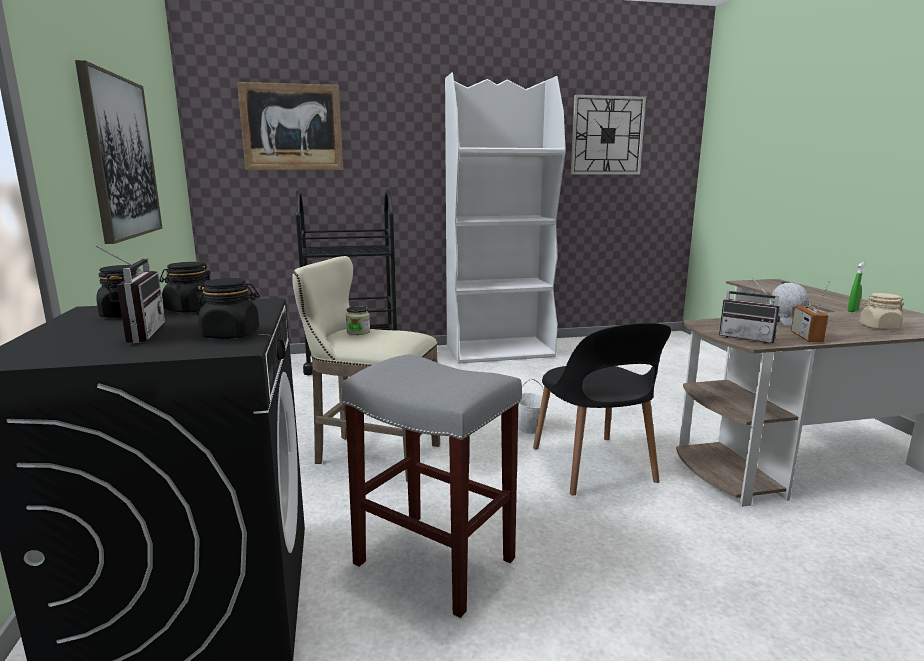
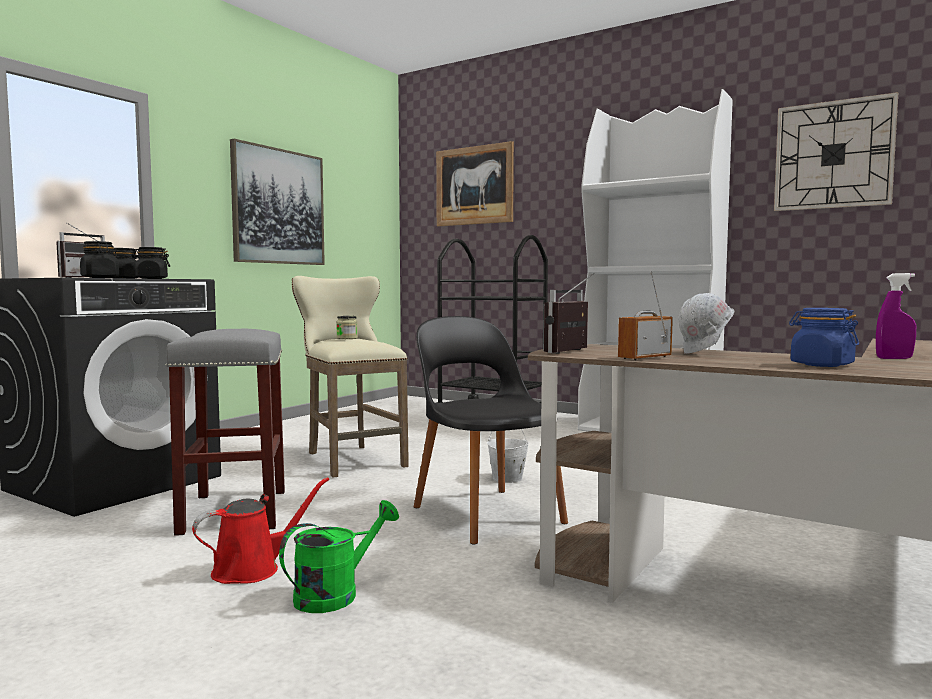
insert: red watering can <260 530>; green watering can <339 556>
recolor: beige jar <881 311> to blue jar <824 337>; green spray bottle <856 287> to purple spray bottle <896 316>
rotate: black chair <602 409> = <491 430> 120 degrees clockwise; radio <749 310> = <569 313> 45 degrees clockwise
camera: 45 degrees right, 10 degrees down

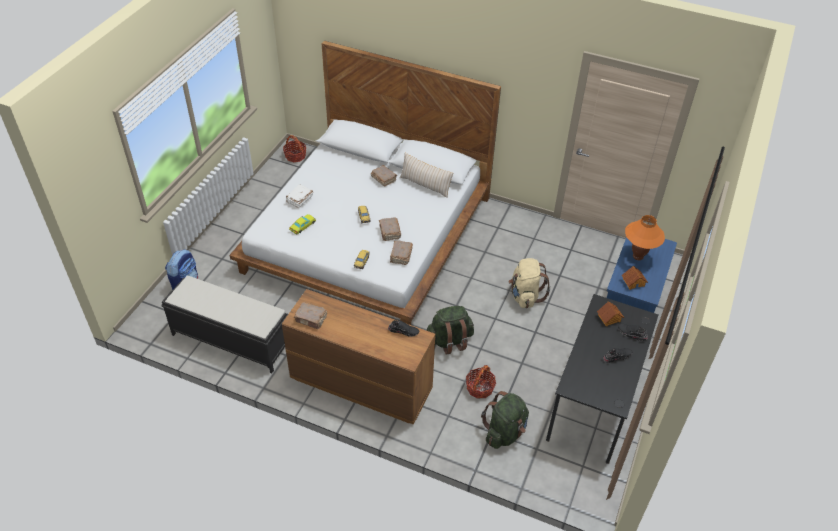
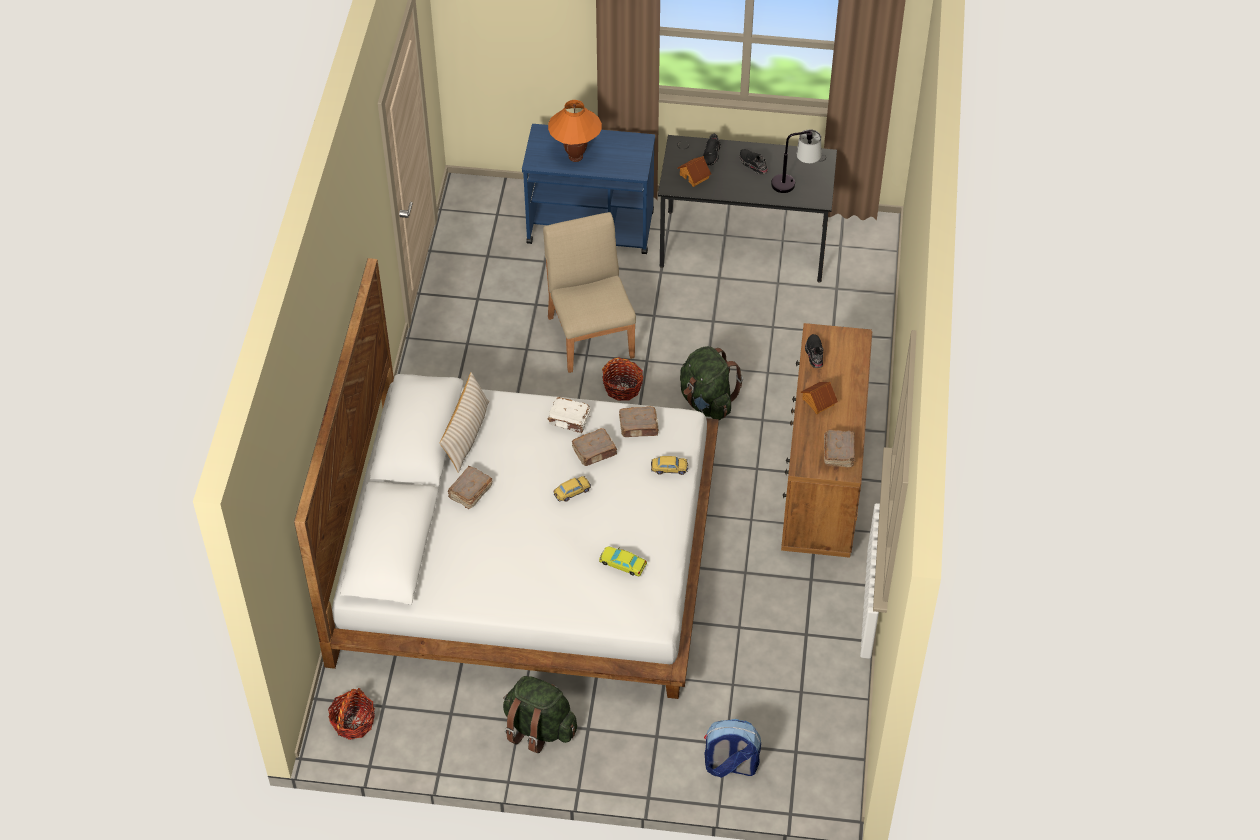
delete: black bench <224 324>
insert: table lamp <796 161>
move: green backpack <505 420> to <540 714>; white book <299 196> to <569 415>; basket <481 382> to <622 379>; toy house <635 278> to <819 398>
replace: beige backpack <529 283> to beige chair <589 292>
camera: 105 degrees left, 5 degrees up

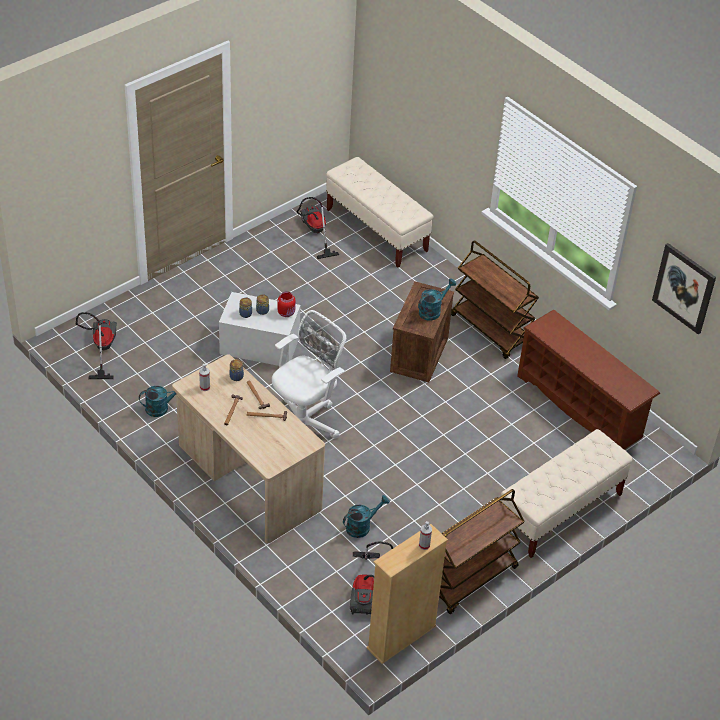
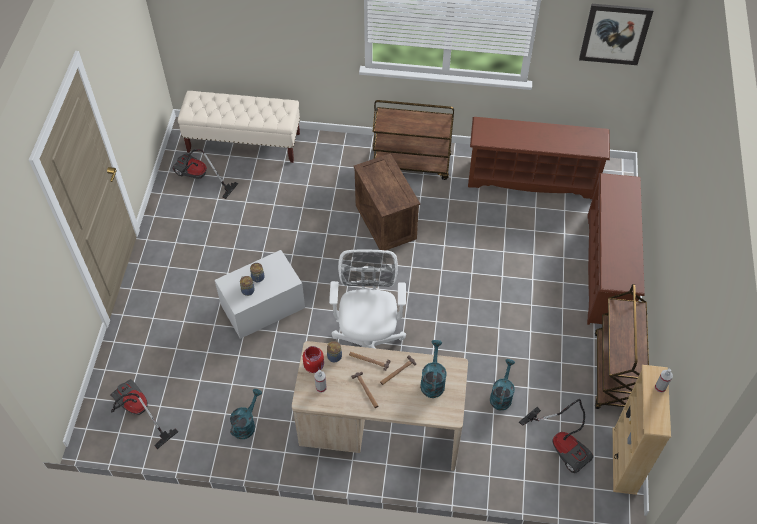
move: red jar <287 304> to <313 359>; turquoise watering can <437 299> to <433 369>
replace: beige bench <566 493> to brown shoe rack <616 249>
camera: 40 degrees left, 10 degrees up

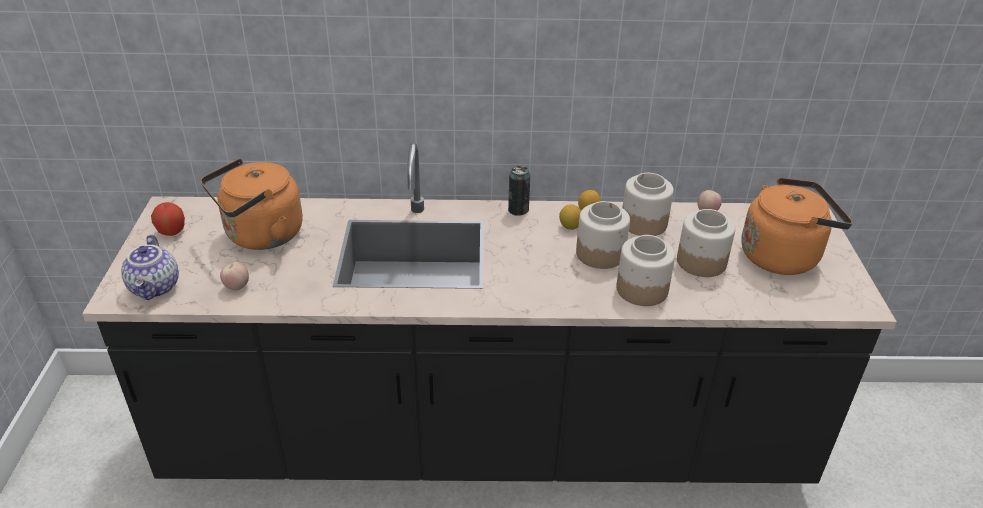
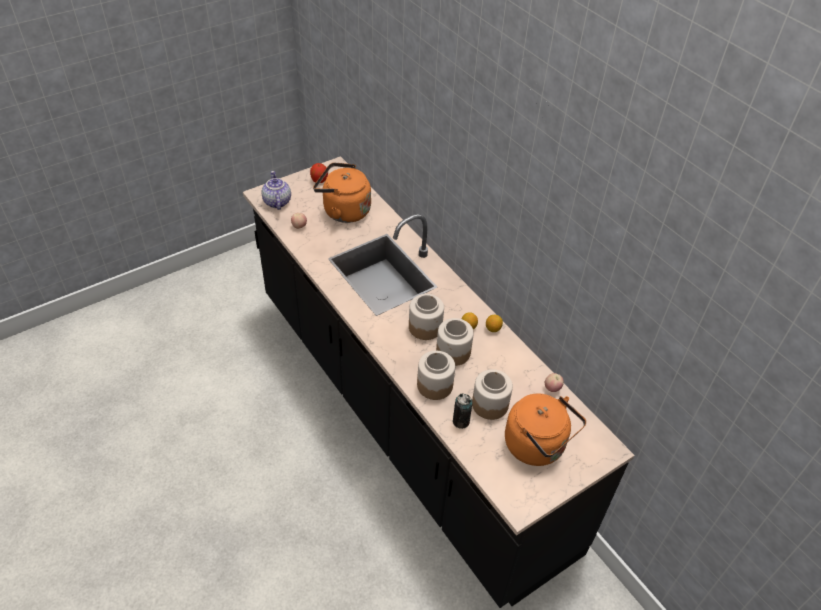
move: jar <648 204> to <426 317>; can <519 191> to <463 411>
rotate: teapot <150 267> = <276 190> 120 degrees clockwise
camera: 55 degrees right, 10 degrees up

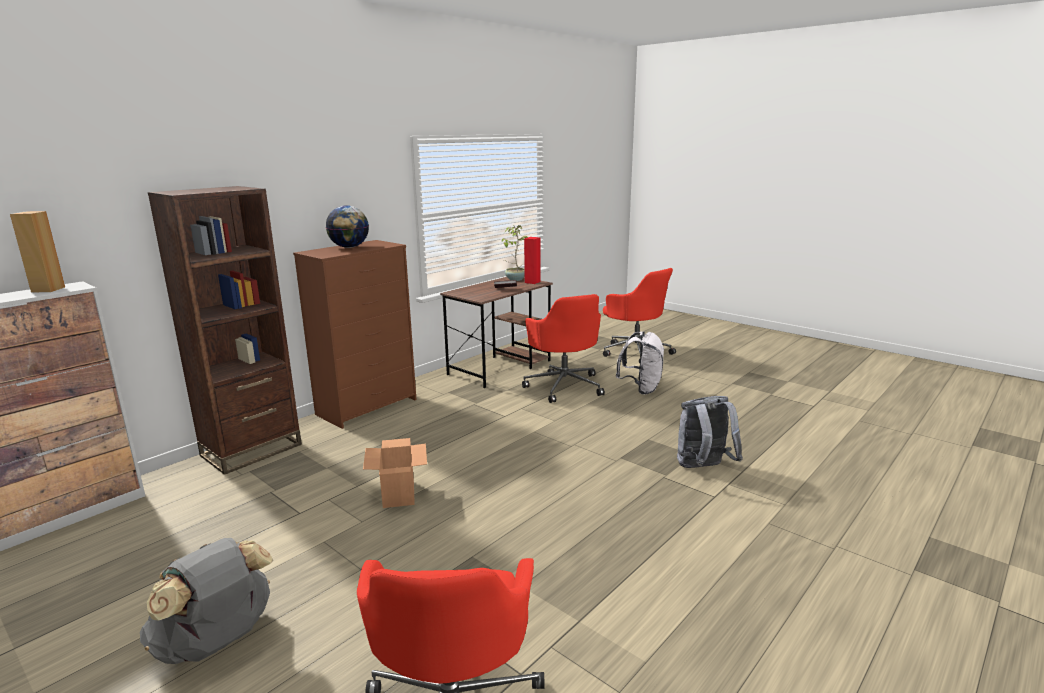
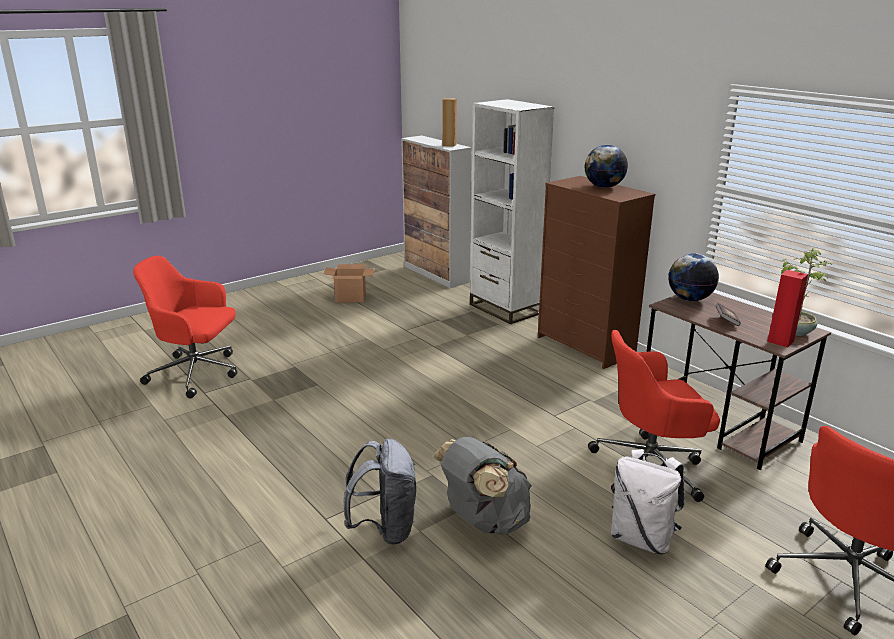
insert: globe <693 277>
move: cardboard box <395 473> to <349 283>; grey backpack <206 601> to <481 486>
recolor: brown bookcase <225 330> to white bookcase <512 211>
camera: 100 degrees right, 5 degrees up

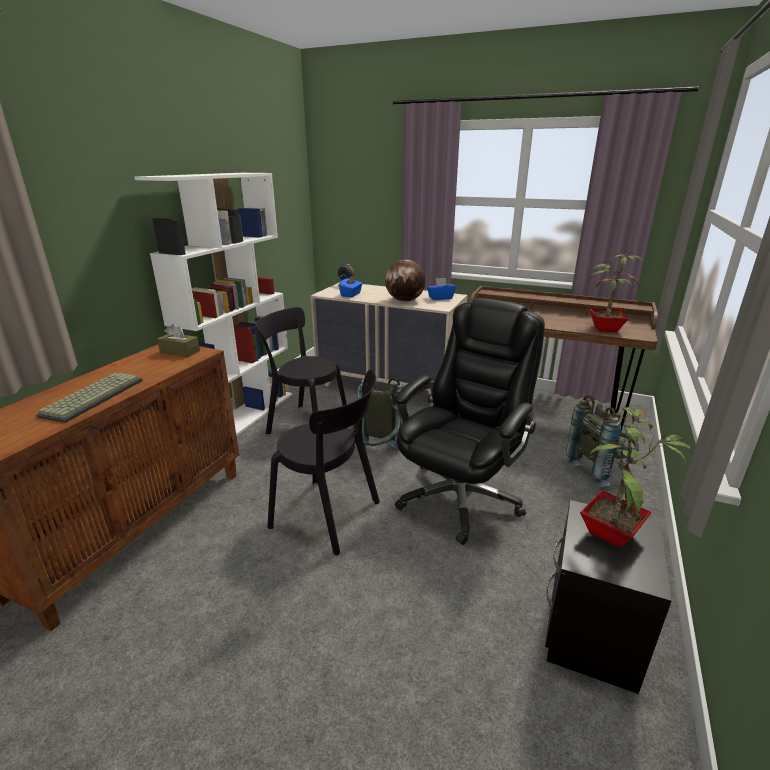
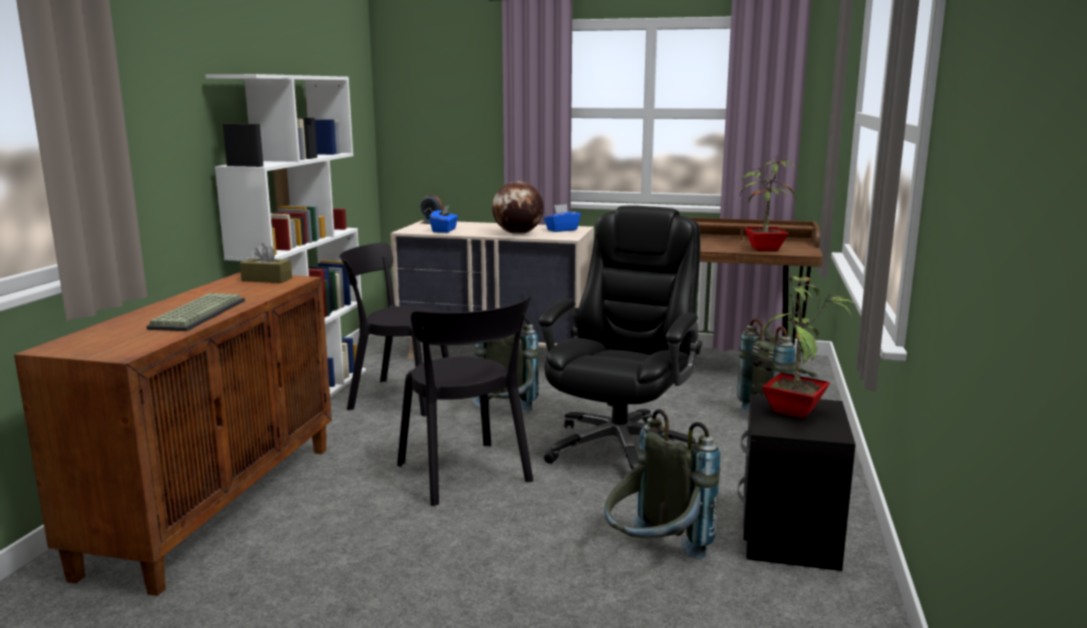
insert: grey backpack <662 484>
rotate: black chair <323 462> = <465 401> 45 degrees clockwise
camera: 10 degrees left, 10 degrees down

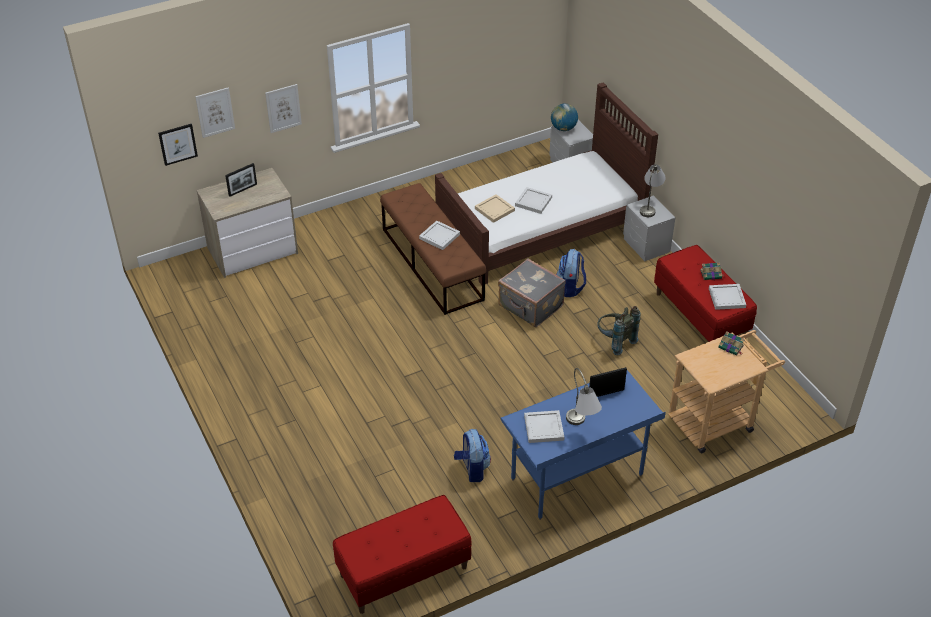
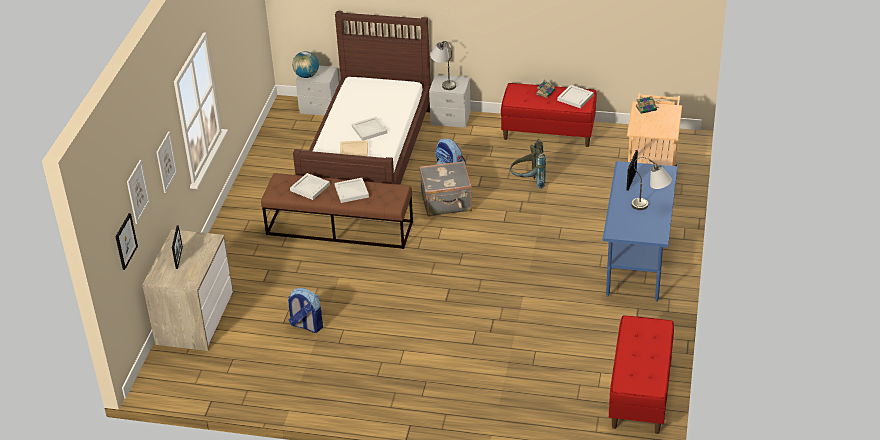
move: backpack <472 455> to <305 310>; white tray <544 426> to <310 186>
camera: 50 degrees left, 5 degrees down

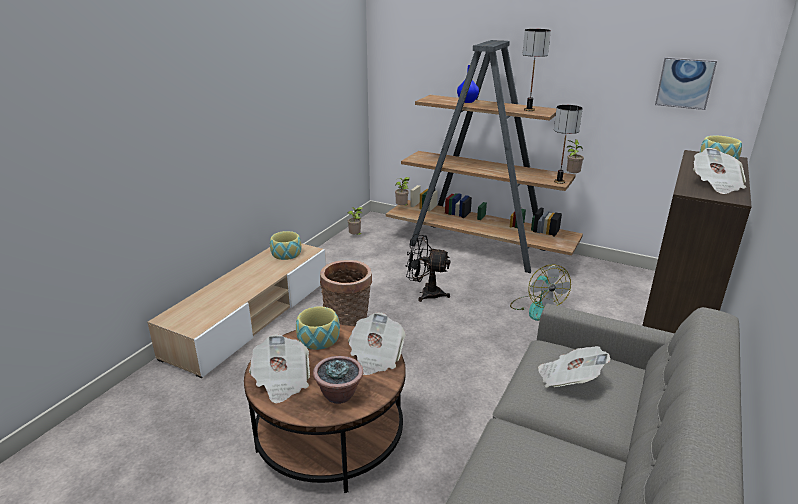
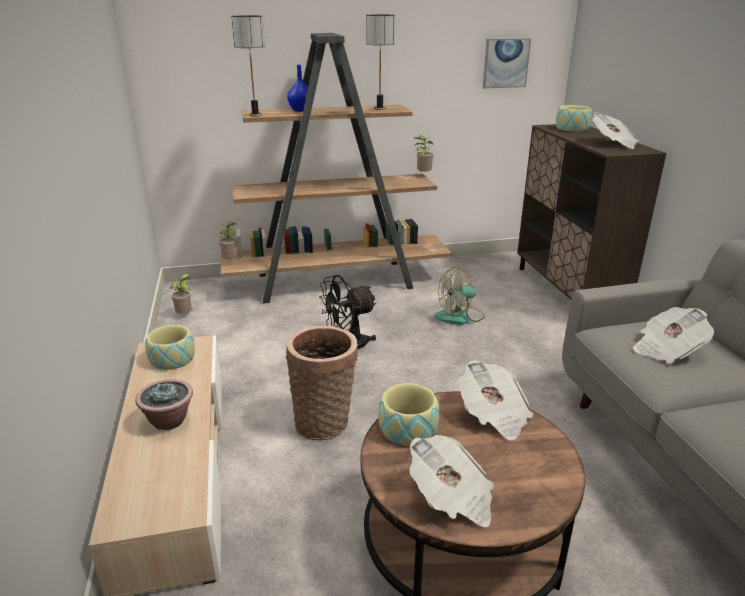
move: potted plant <338 380> to <164 404>; table lamp <568 144> to <248 65>
rotate: fan <540 292> = <460 296> 120 degrees clockwise
camera: 40 degrees left, 0 degrees up

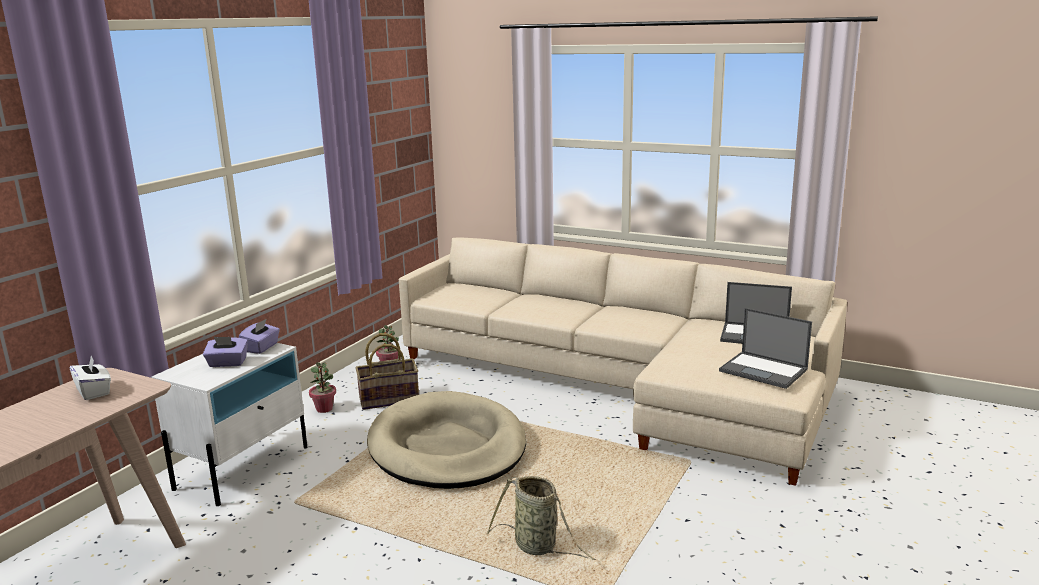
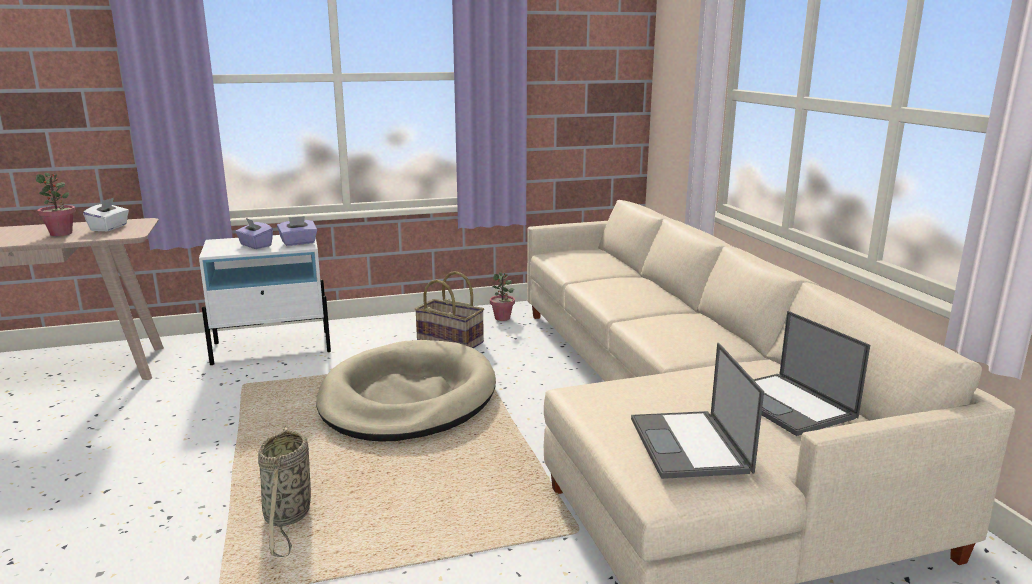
move: potted plant <322 387> to <56 204>
camera: 45 degrees right, 0 degrees up

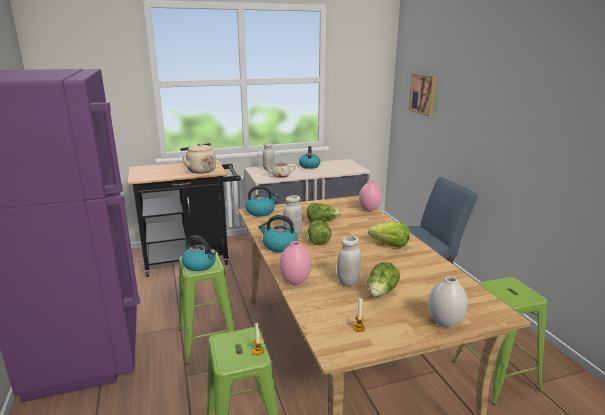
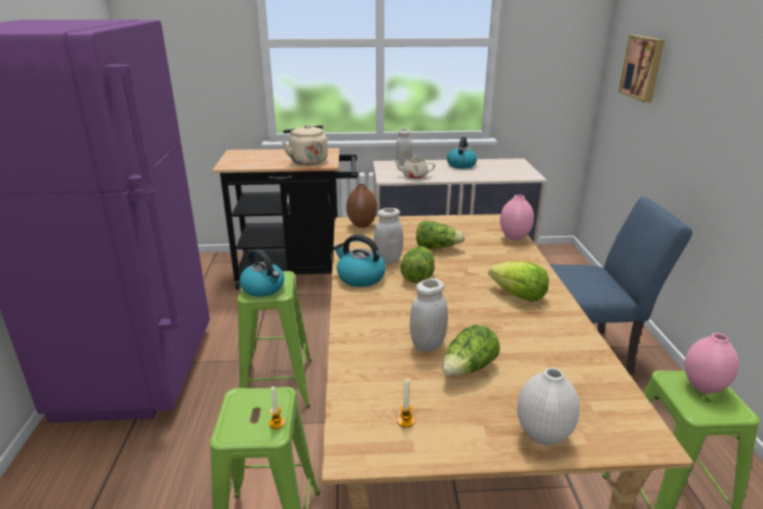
move: pink vase <295 263> to <711 363>
replace: kettle <262 200> to brown vase <361 206>
camera: 15 degrees right, 5 degrees up

